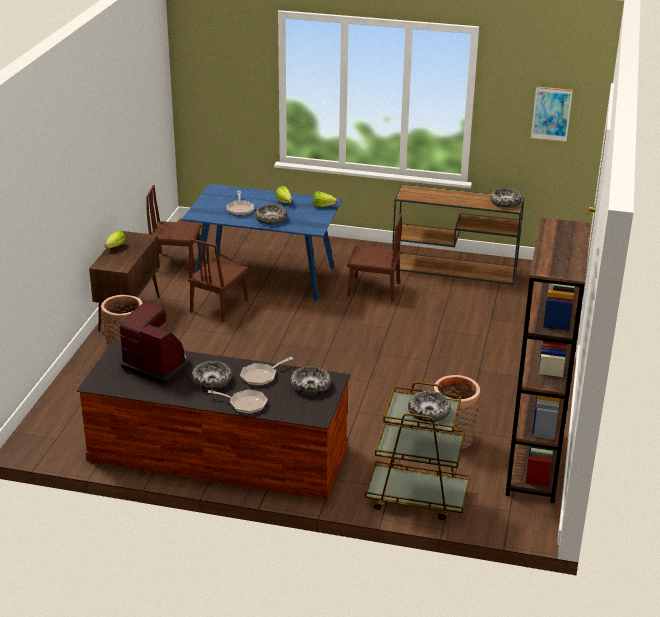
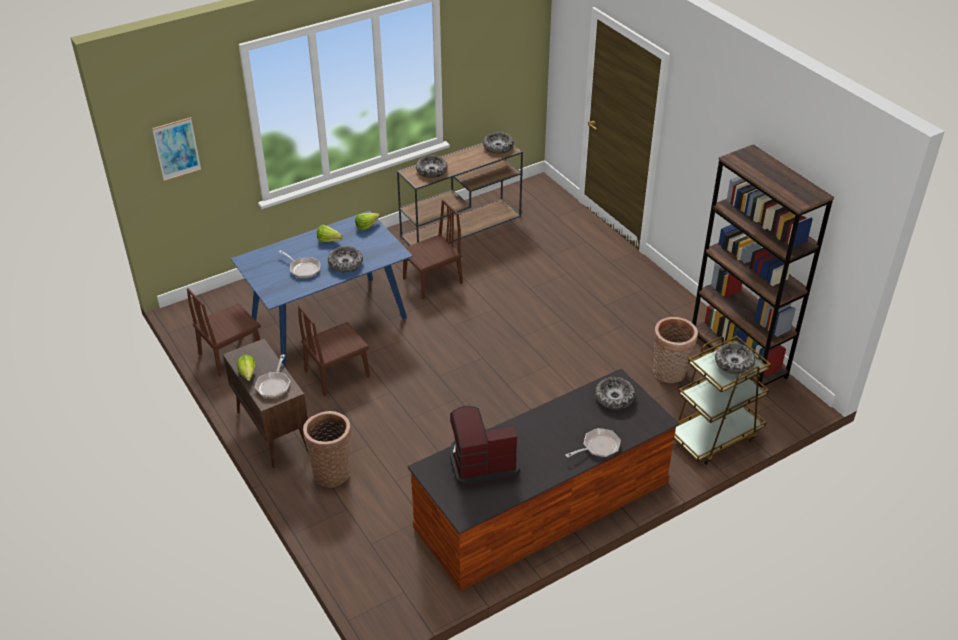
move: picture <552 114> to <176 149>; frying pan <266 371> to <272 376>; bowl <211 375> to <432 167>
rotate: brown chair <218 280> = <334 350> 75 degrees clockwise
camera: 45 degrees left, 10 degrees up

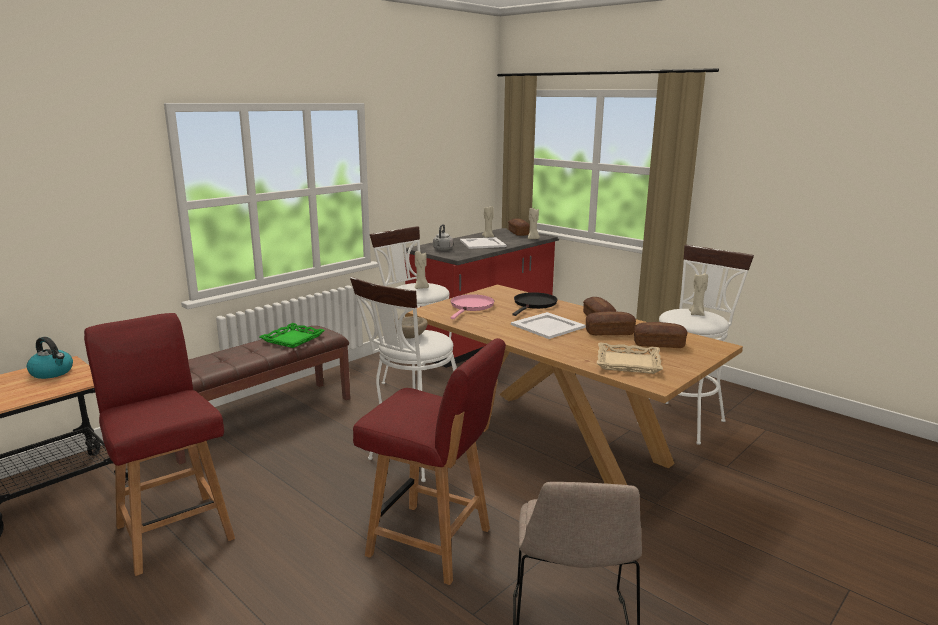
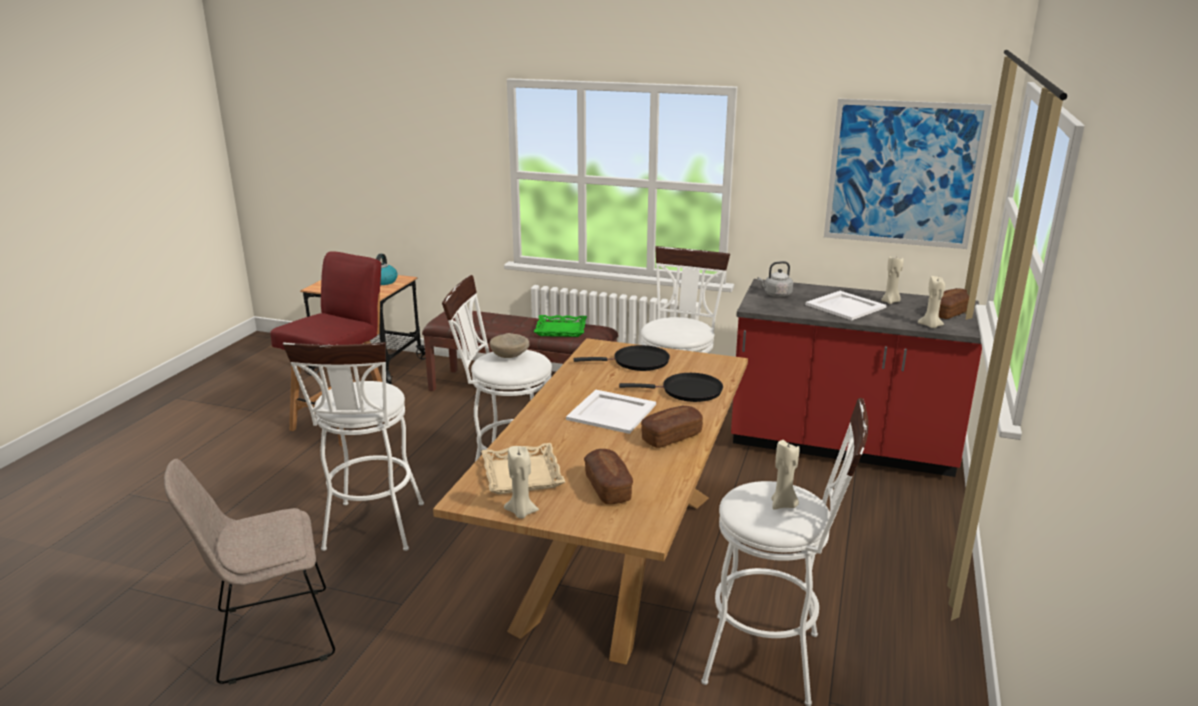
delete: bread <611 323>
insert: picture <908 174>
move: beige candle <422 270> to <521 482>
replace: red chair <429 461> to white stool <353 446>
recolor: pink frying pan <472 306> to black frying pan <622 358>
camera: 65 degrees right, 5 degrees up

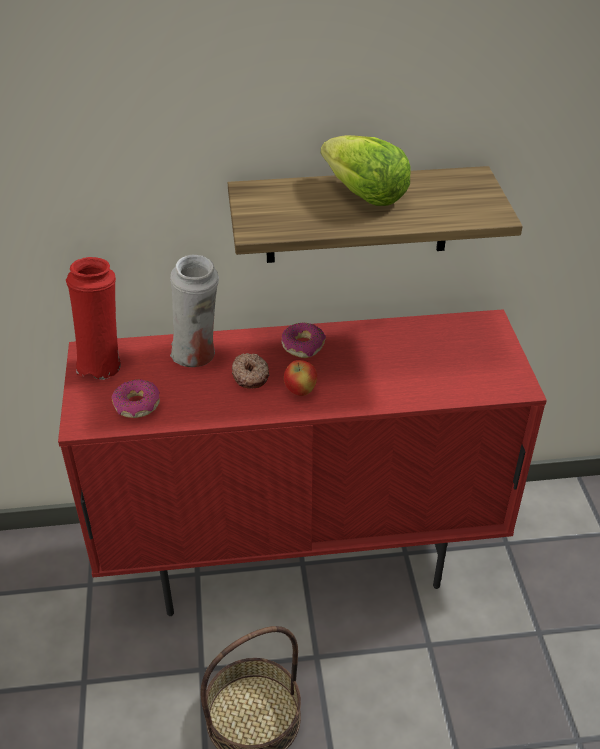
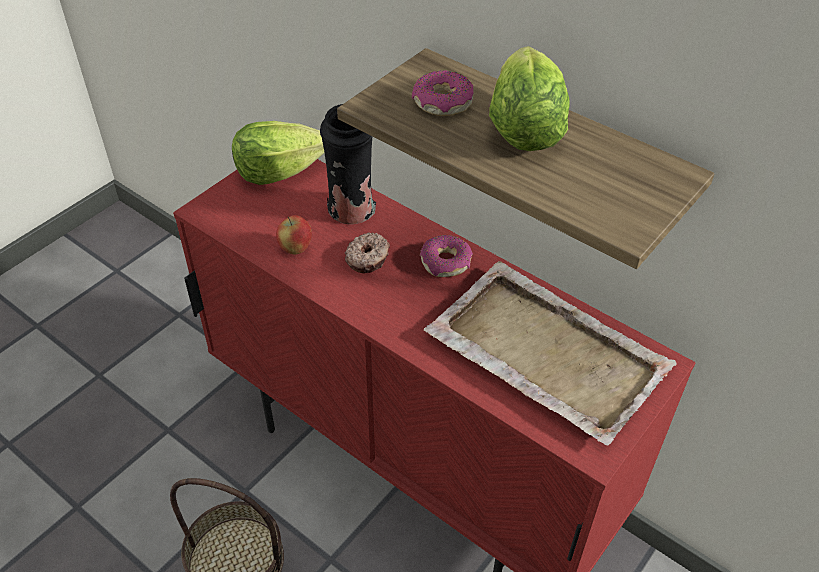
insert: beige tray <550 353>
move: apple <300 378> to <294 234>; donut <136 399> to <443 93>
replace: red vase <93 318> to lettuce <278 153>
recolor: white vase <194 311> to black vase <348 164>
camera: 45 degrees right, 5 degrees up

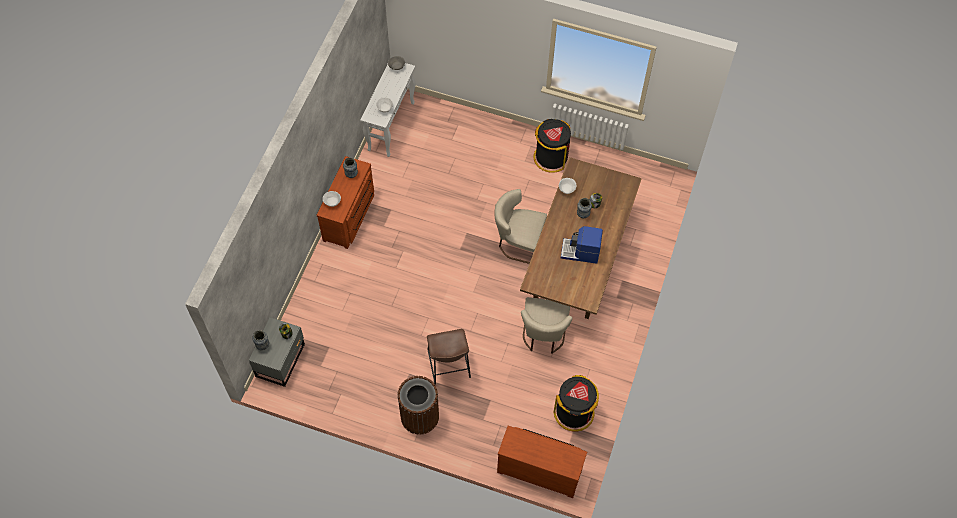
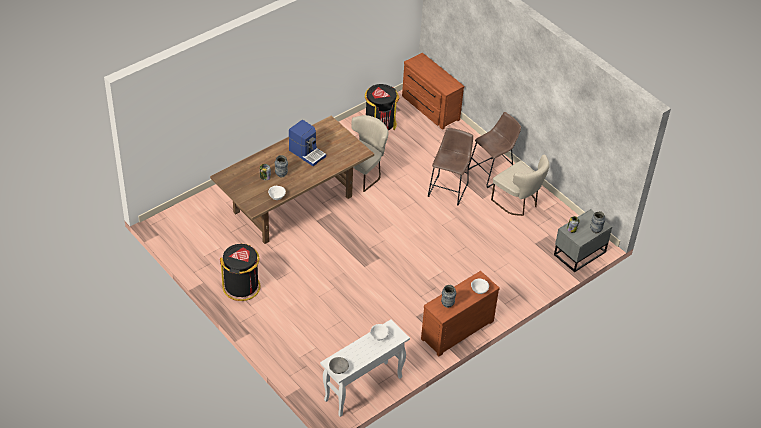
move: beige chair <520 226> to <520 185>
replace: brown trash can <418 405> to brown stool <495 150>
camera: 150 degrees left, 15 degrees down

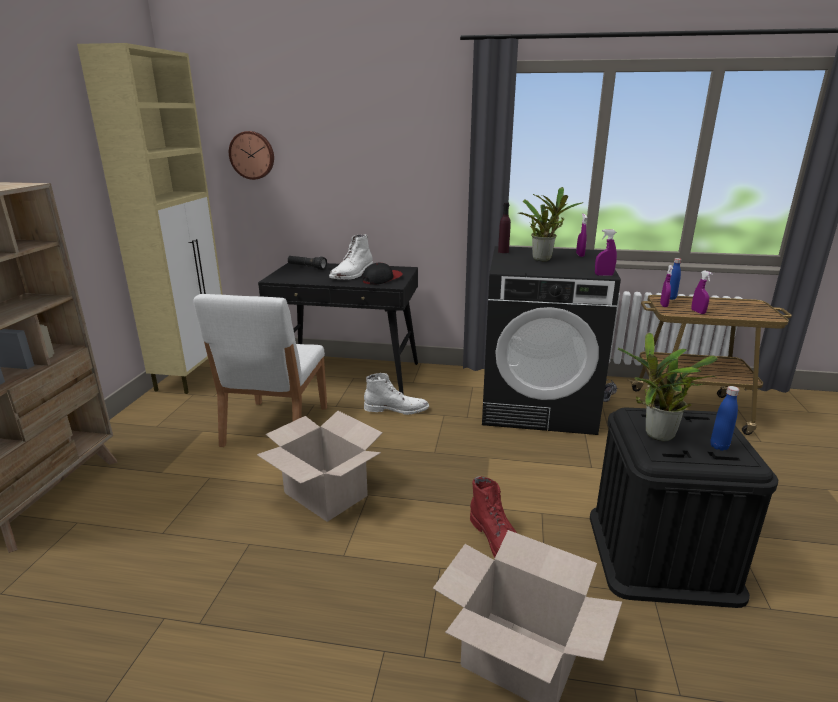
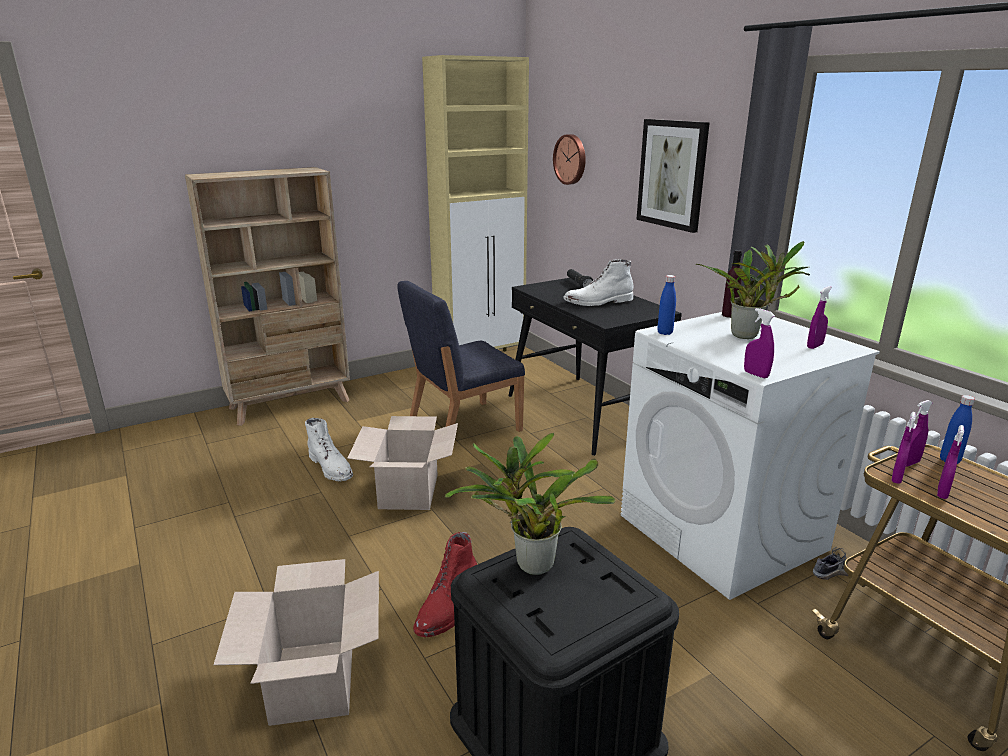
delete: cap <382 274>
insert: picture <673 176>; purple spray bottle <903 448>
move: white boot <396 394> to <329 450>; blue bottle <724 418> to <666 305>
recolor: white chair <260 370> to blue chair <461 356>; black washing machine <551 340> to white washing machine <750 456>
camera: 50 degrees right, 0 degrees up

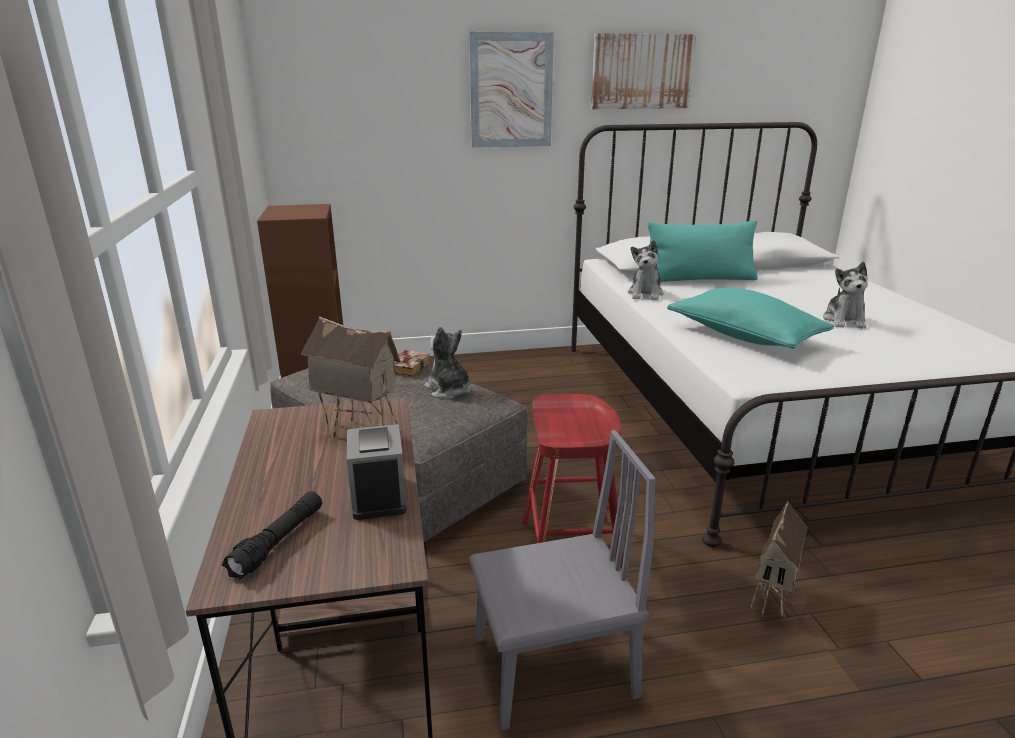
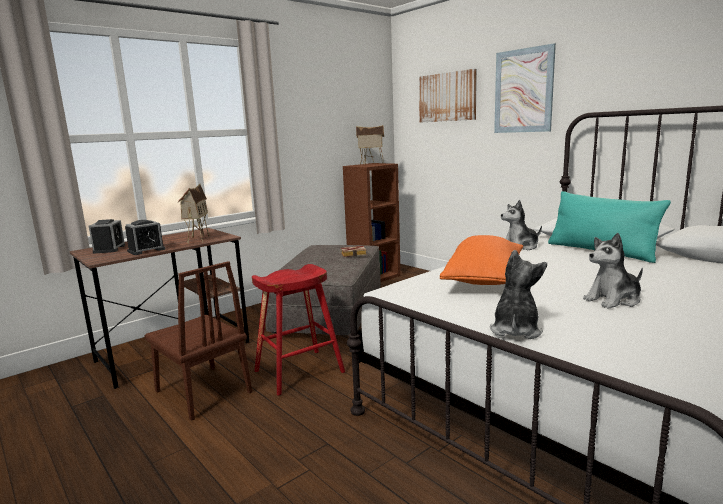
move: toy house <778 559> to <370 145>; picture <643 71> to <448 95>; plush toy <448 363> to <518 294>
replace: black flashlight <272 535> to alarm clock <107 236>
recolor: grey chair <563 580> to brown chair <198 341>; turquoise pillow <751 318> to orange pillow <481 260>
camera: 60 degrees right, 10 degrees down

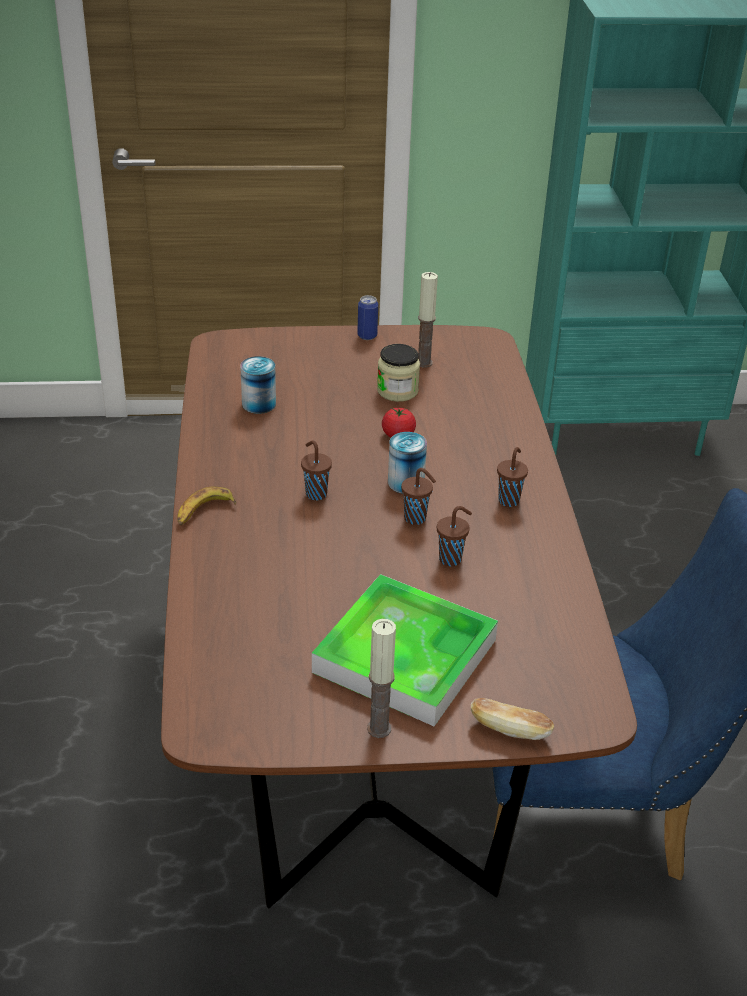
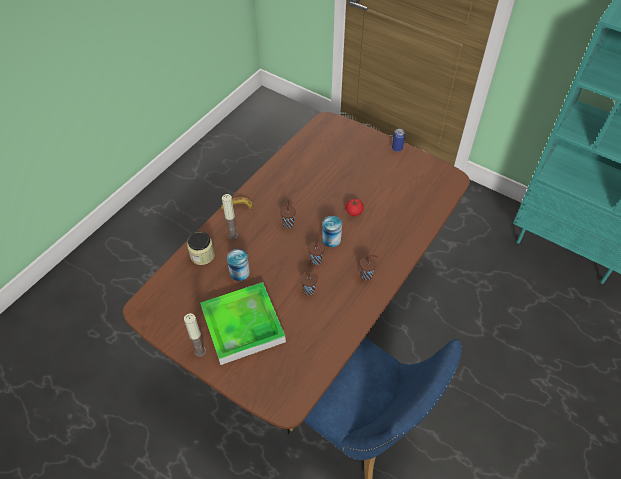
delete: bread <512 719>
move: jar <398 373> to <201 248>; candle <428 320> to <230 217>; can <258 385> to <238 265>
camera: 40 degrees right, 15 degrees up

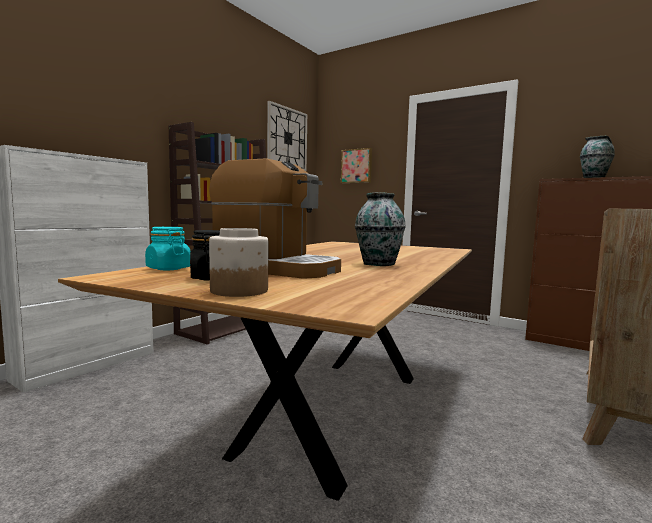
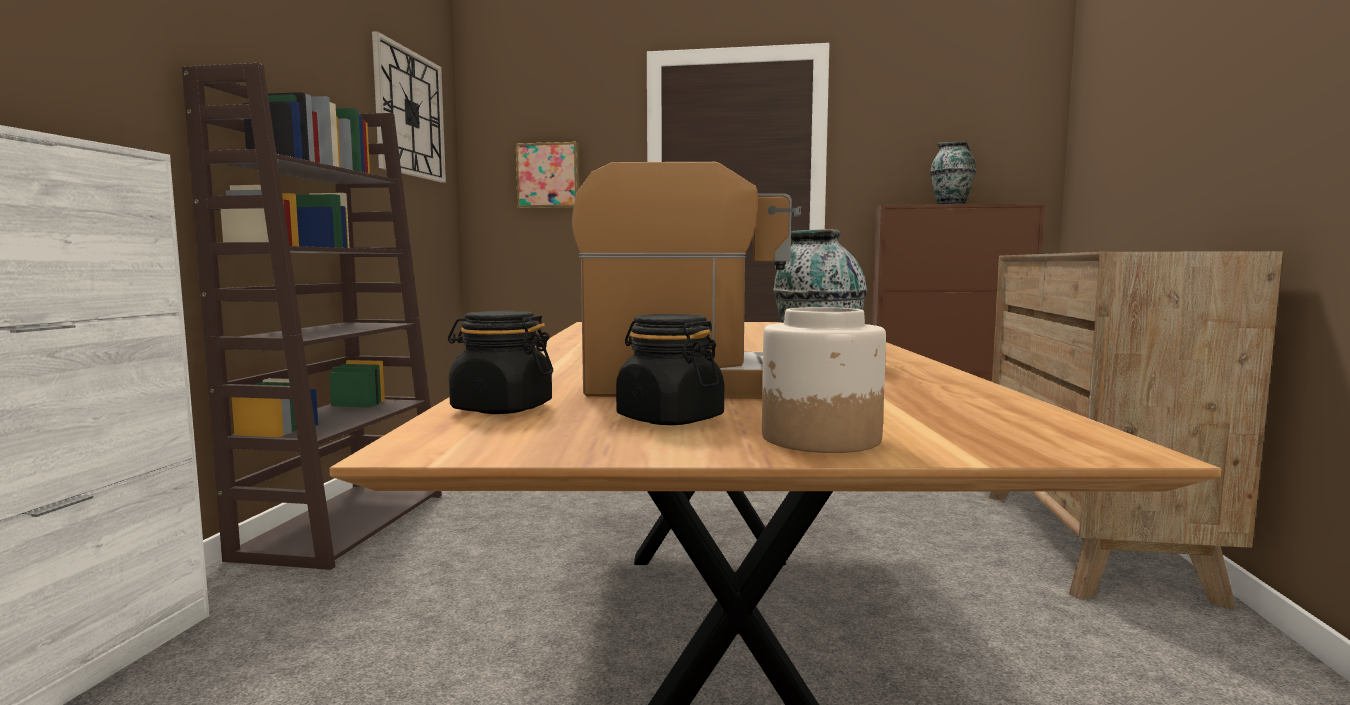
recolor: turquoise jar <167 248> to black jar <500 362>
camera: 25 degrees left, 0 degrees up

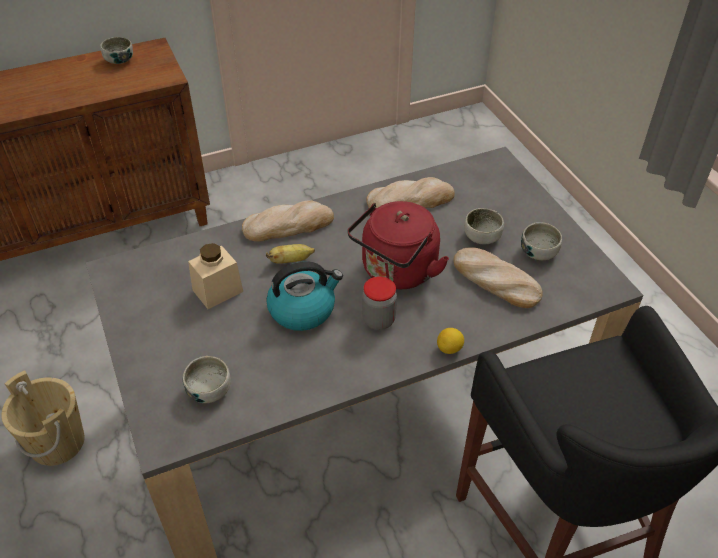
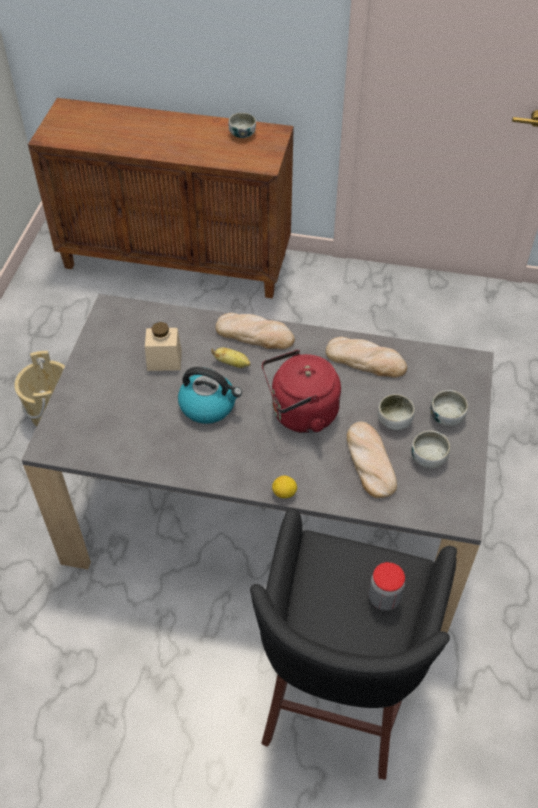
move: jar <379 303> to <387 586>; bowl <207 379> to <449 408>
camera: 35 degrees right, 5 degrees up

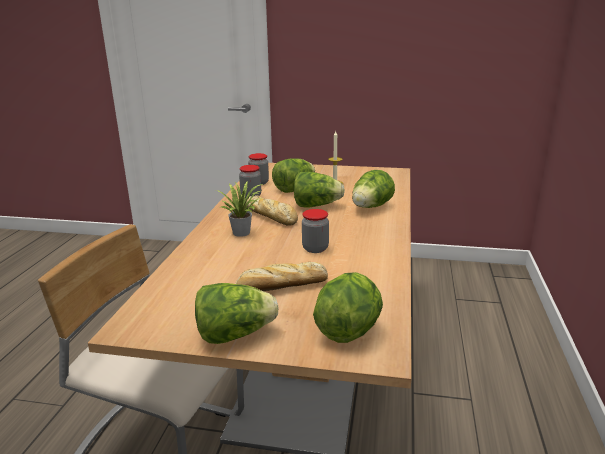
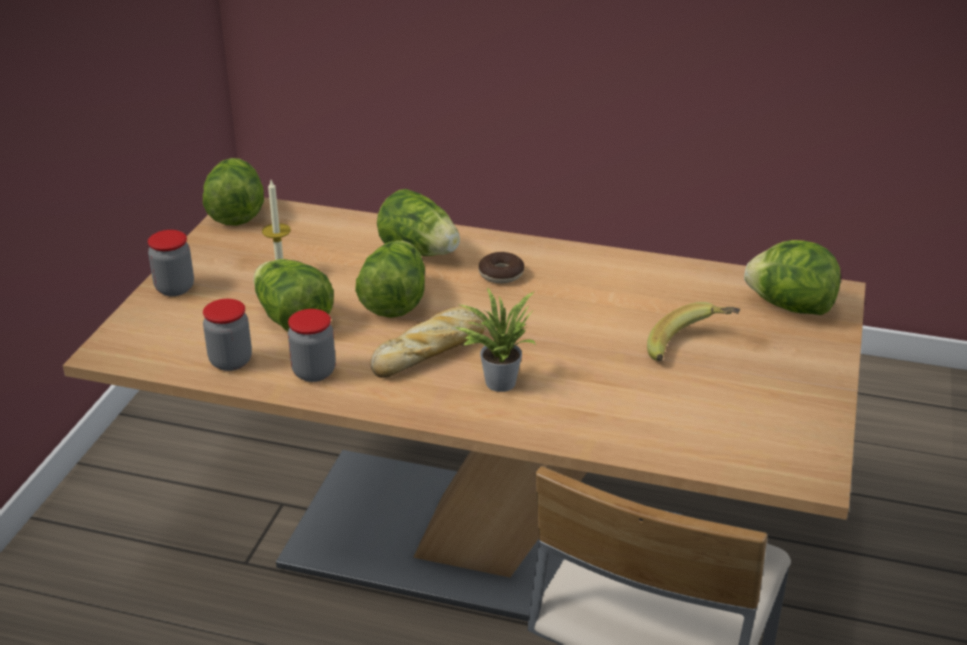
insert: donut <501 267>
move: jar <315 231> to <171 263>; lettuce <236 313> to <233 192>
replace: bread <281 276> to banana <693 331>
camera: 85 degrees left, 10 degrees up

